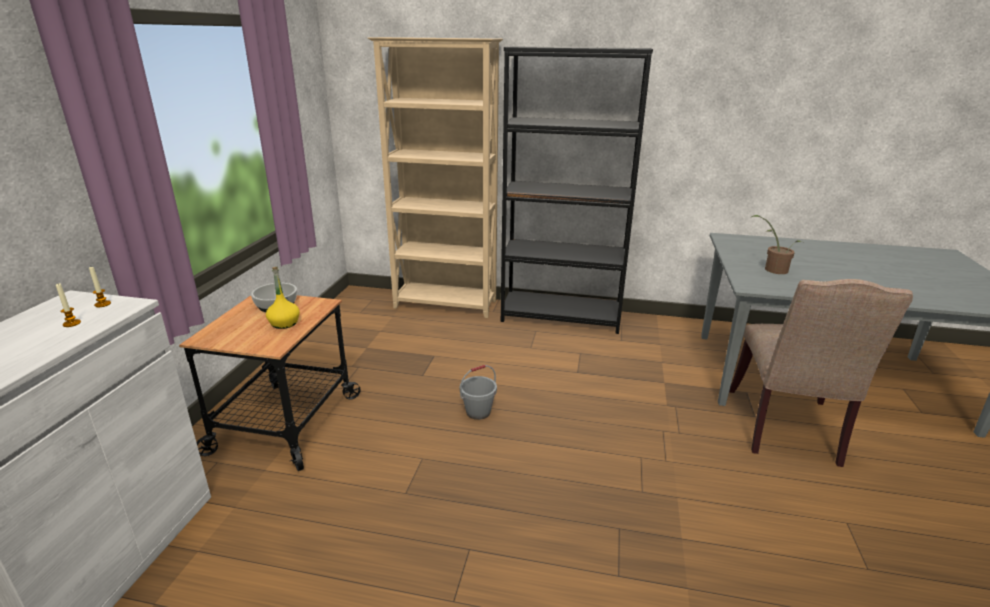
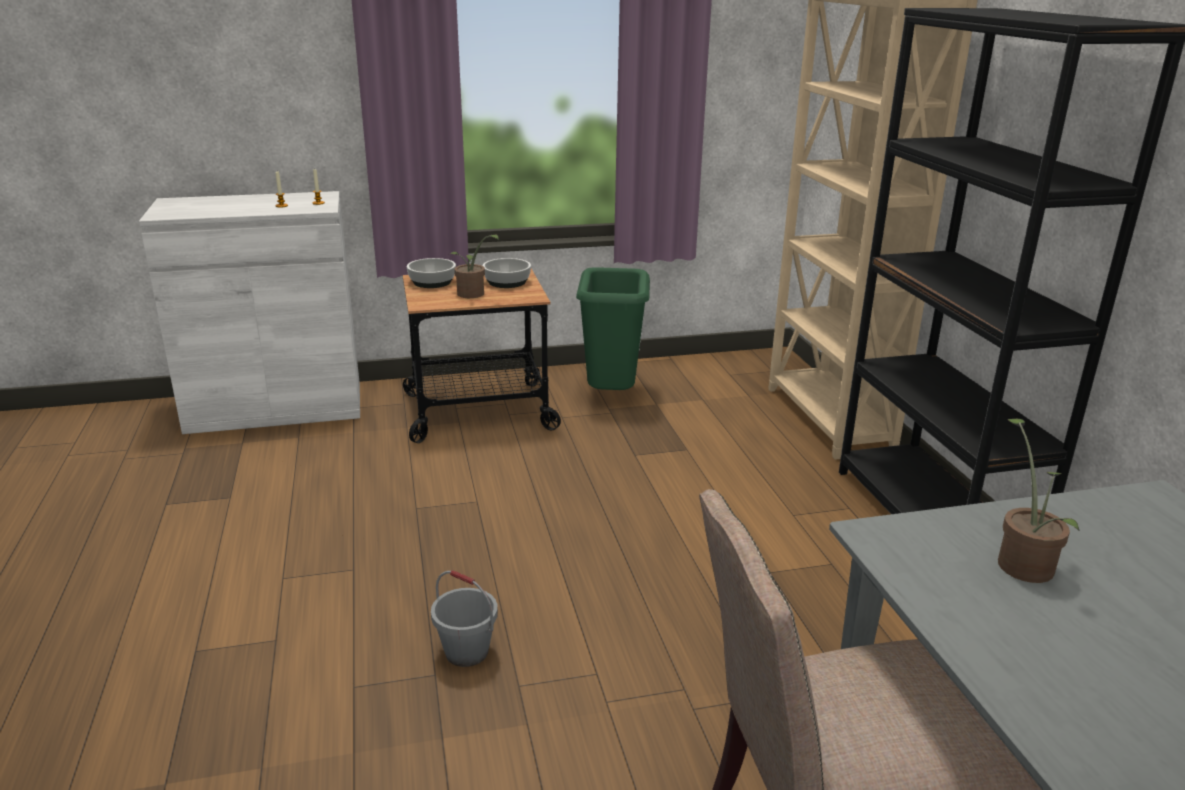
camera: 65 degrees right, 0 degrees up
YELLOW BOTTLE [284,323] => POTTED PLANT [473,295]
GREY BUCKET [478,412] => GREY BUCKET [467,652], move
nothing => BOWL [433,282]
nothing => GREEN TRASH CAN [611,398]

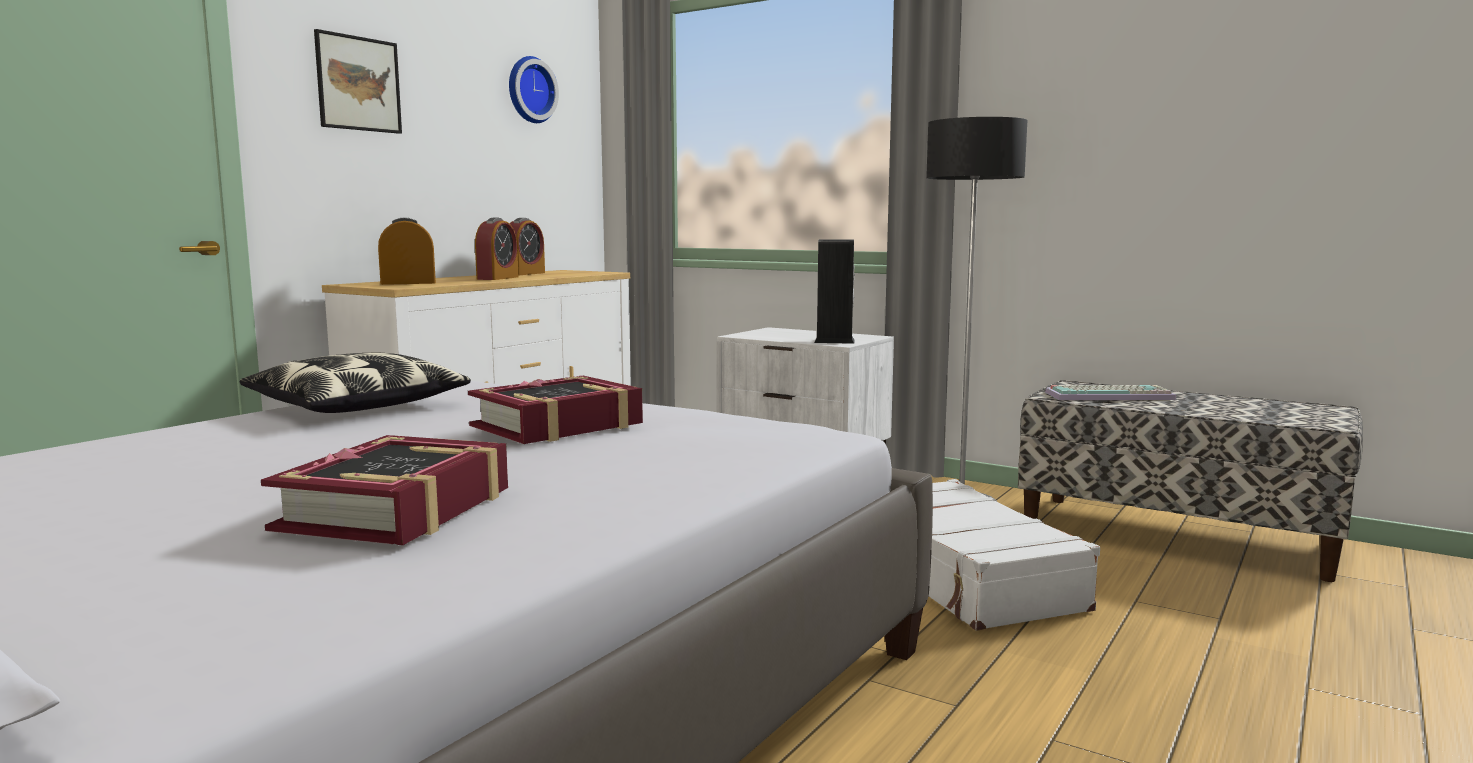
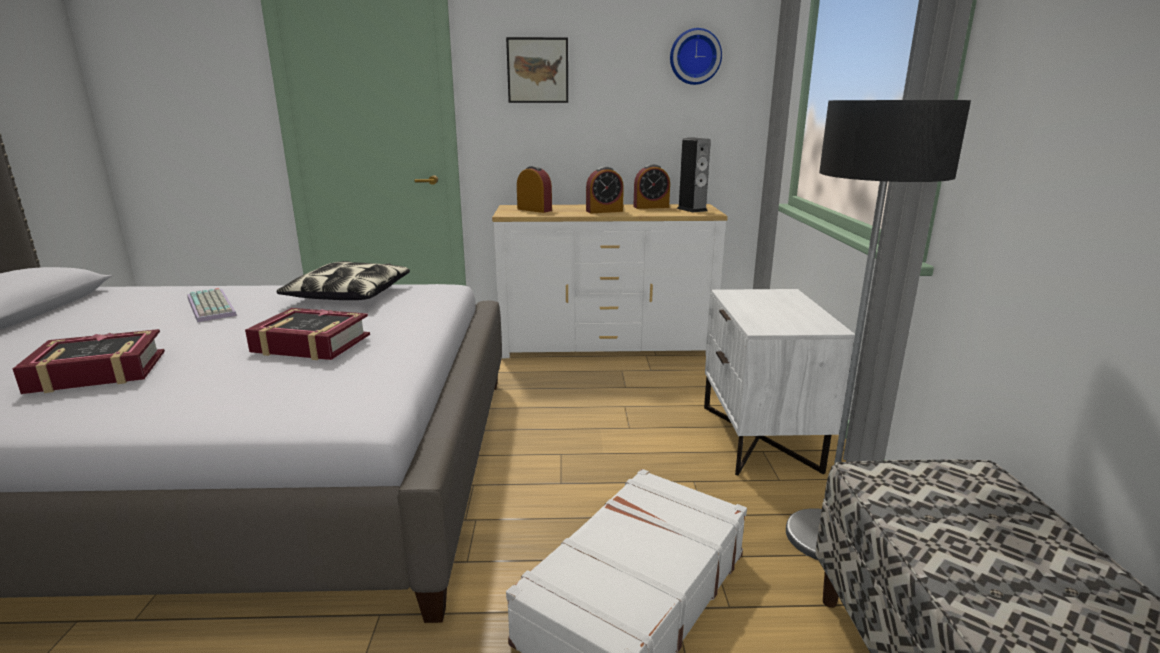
camera: 55 degrees right, 10 degrees up
SPEAKER [834,341] => SPEAKER [692,209], move
KEYBOARD [1110,395] => KEYBOARD [213,306], move

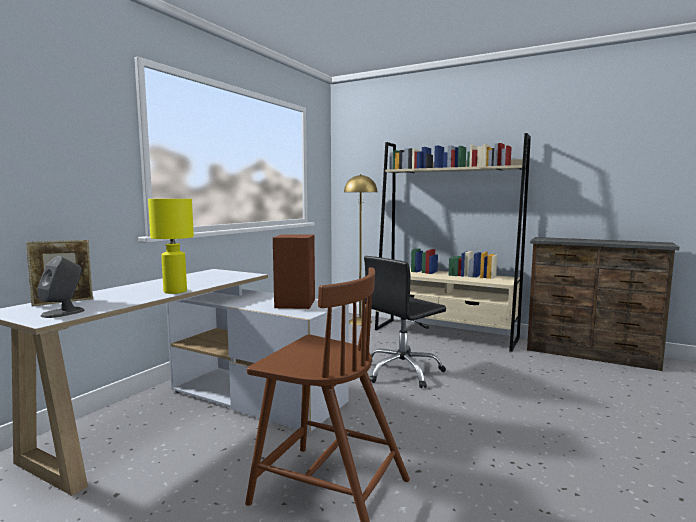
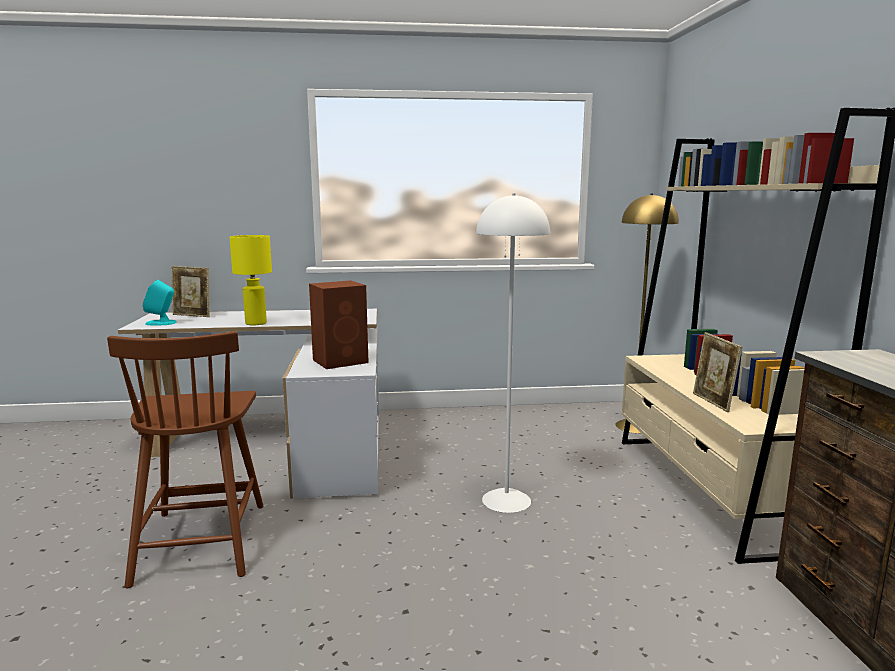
camera: 55 degrees right, 5 degrees up
GREY SPEAKER [63,313] => TURQUOISE SPEAKER [161,323]
BLACK OFFICE CHAIR [402,372] => WHITE FLOOR LAMP [506,500]
nothing => PICTURE FRAME [712,402]

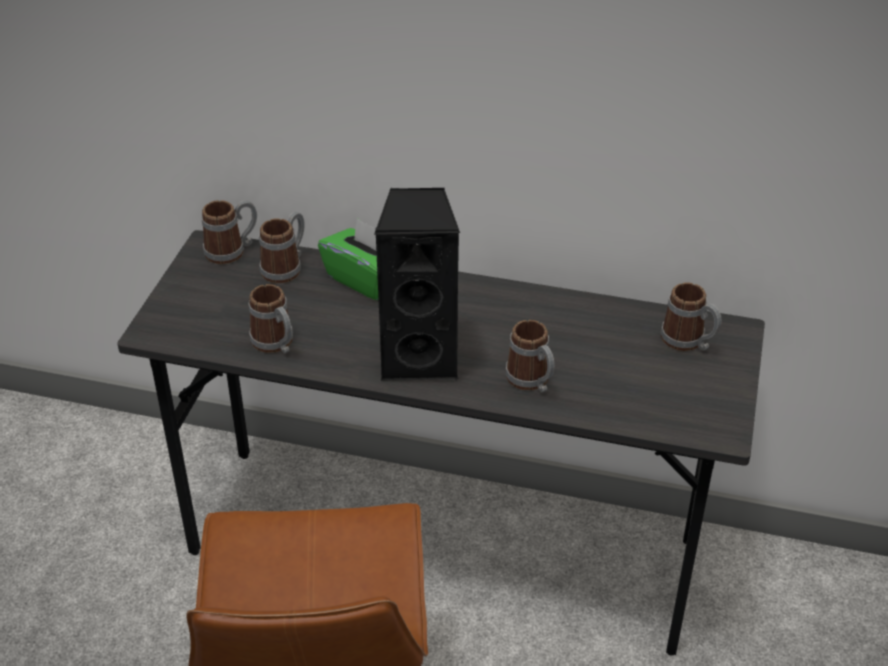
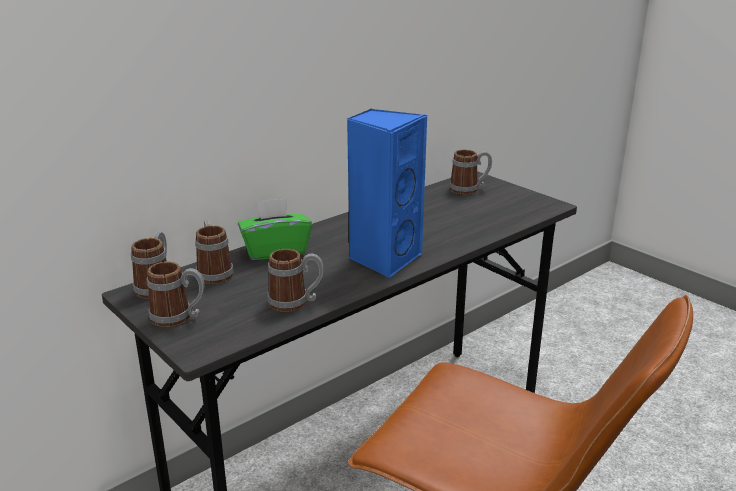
camera: 55 degrees left, 15 degrees down
BLACK SPEAKER [420,358] => BLUE SPEAKER [383,259]
MUG [532,382] => MUG [179,317], move

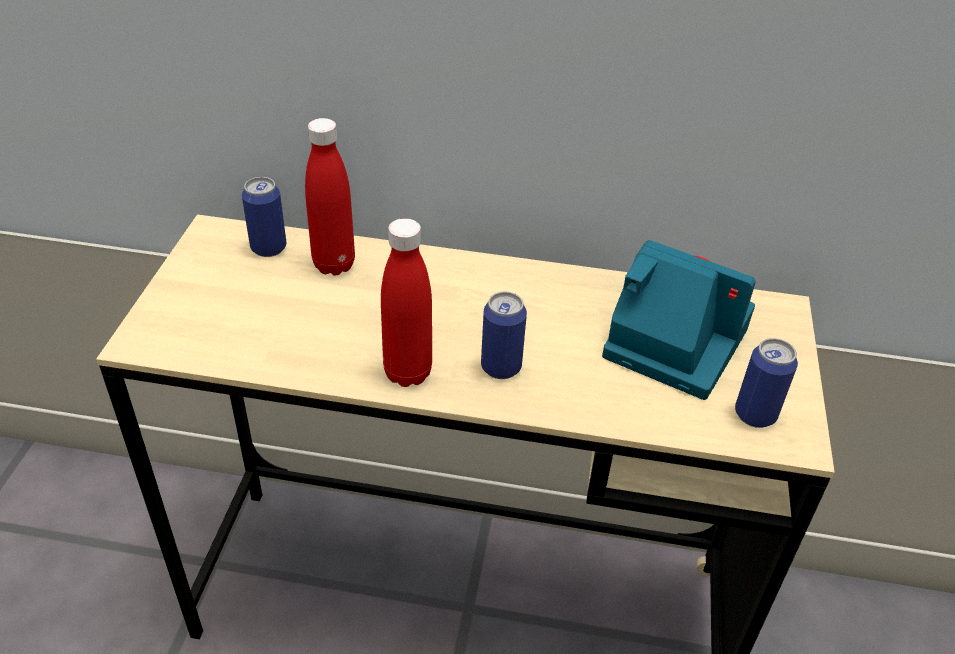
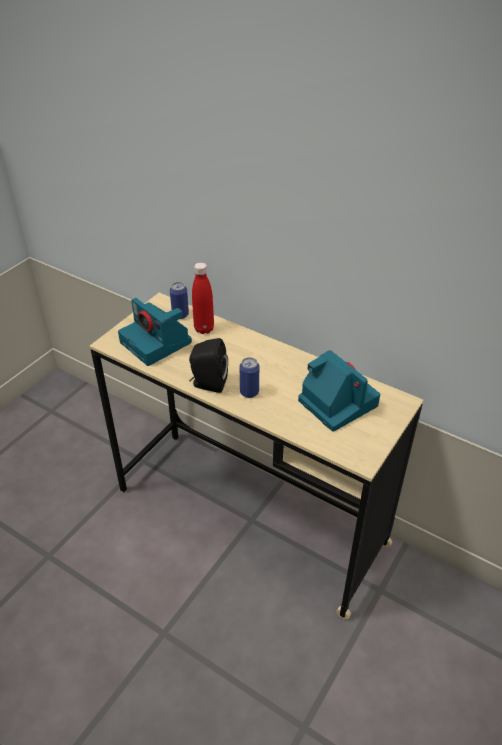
camera: 25 degrees right, 0 degrees up
RED BOTTLE [408,373] => BLACK SPEAKER [208,384]
CAN [755,414] => nothing
nothing => PHOTO CAMERA [157,343]

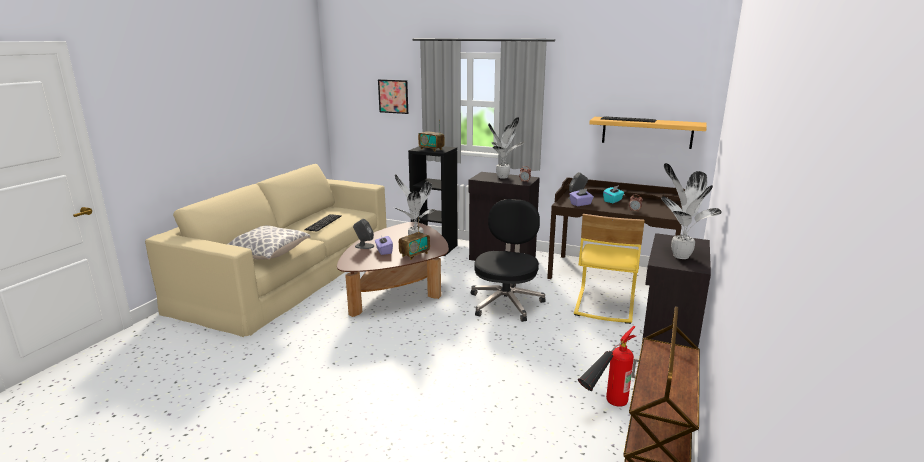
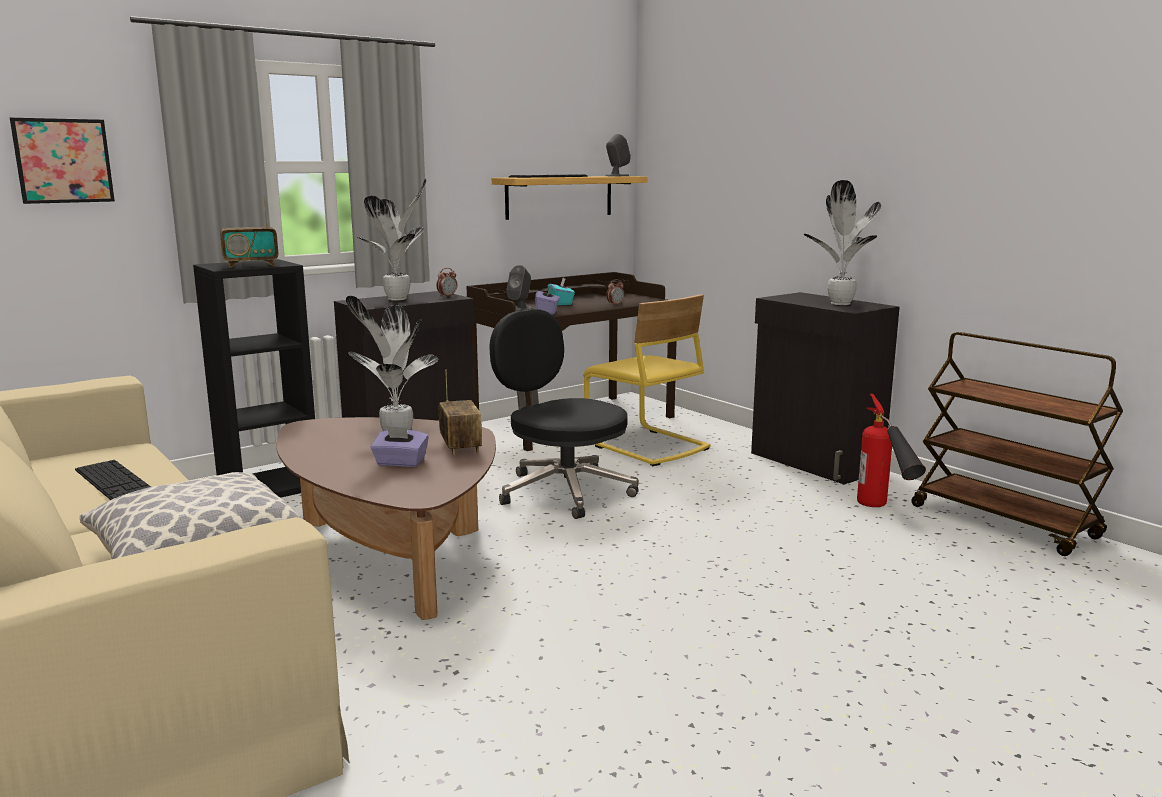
camera: 60 degrees left, 5 degrees down
GREY SPEAKER [364,246] => GREY SPEAKER [617,176], move

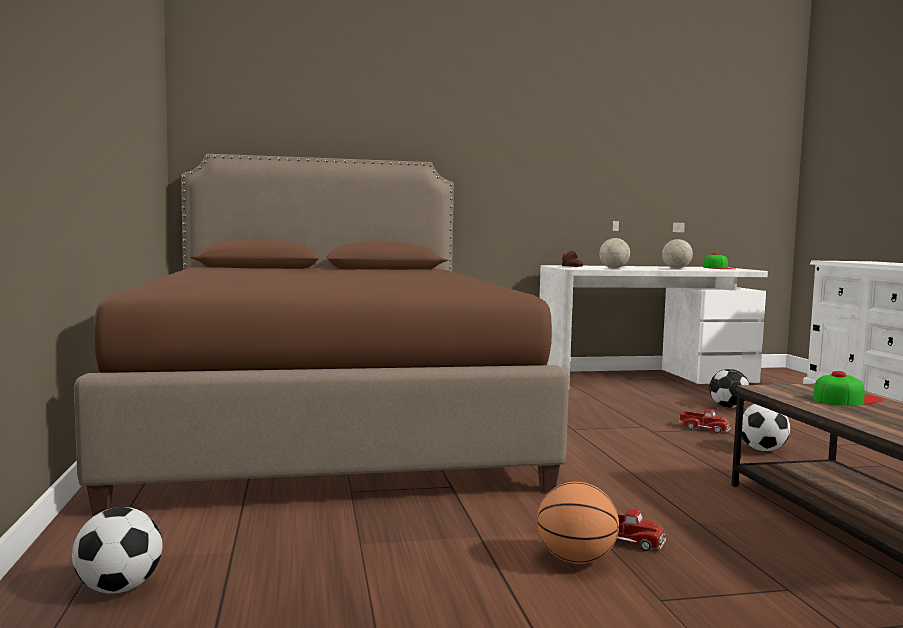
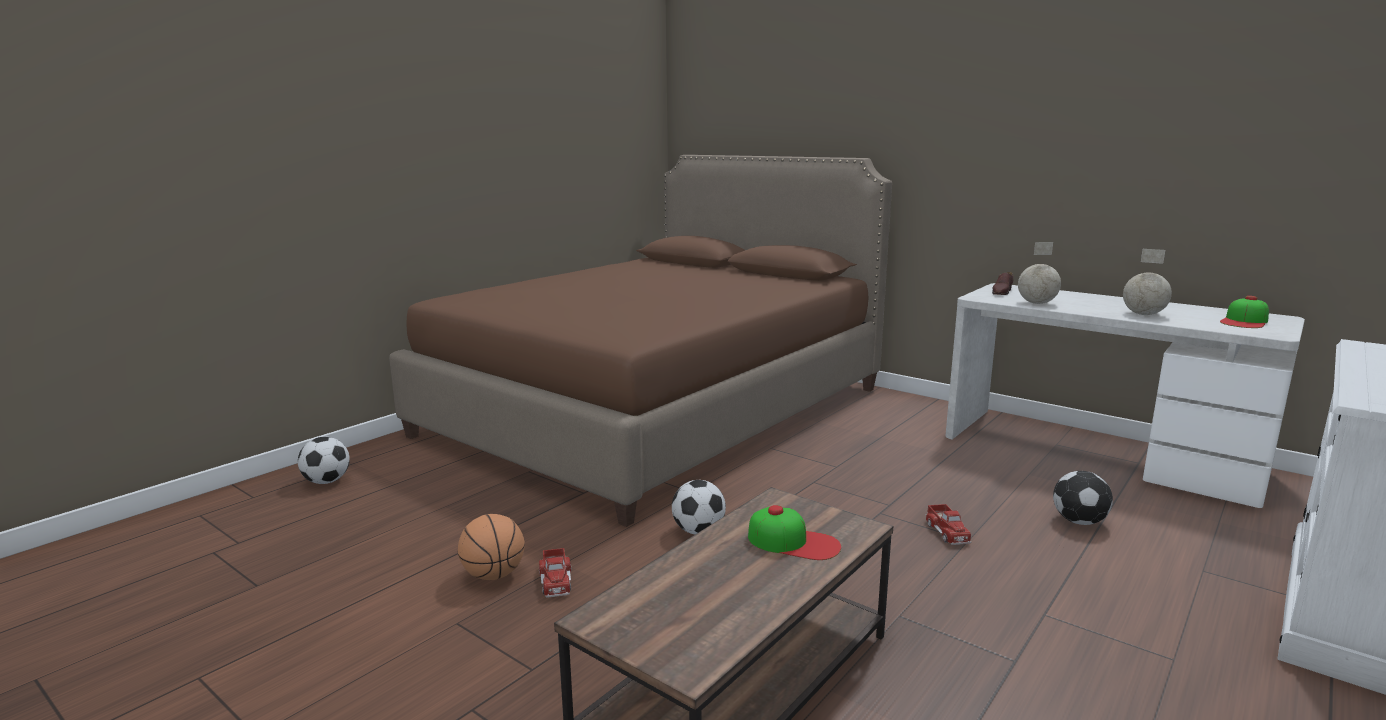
camera: 50 degrees right, 10 degrees up
FOOTBALL [762,450] => FOOTBALL [698,531], move

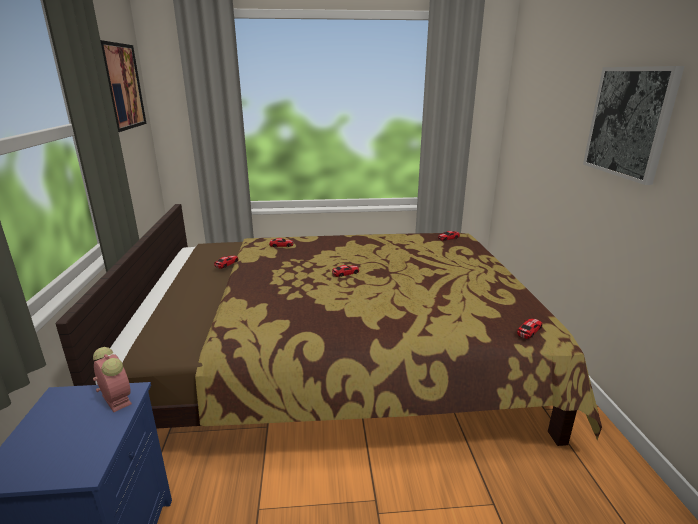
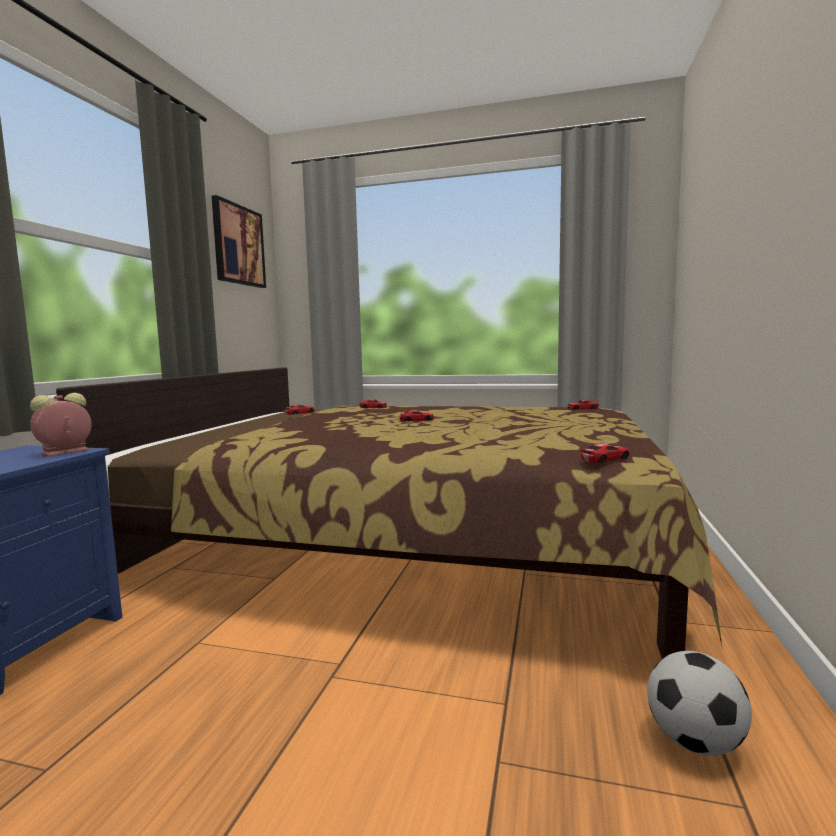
camera: 20 degrees right, 15 degrees down
ALARM CLOCK [115,399] => ALARM CLOCK [63,452], 120 degrees counterclockwise
PICTURE [629,122] => nothing
nothing => FOOTBALL [694,742]

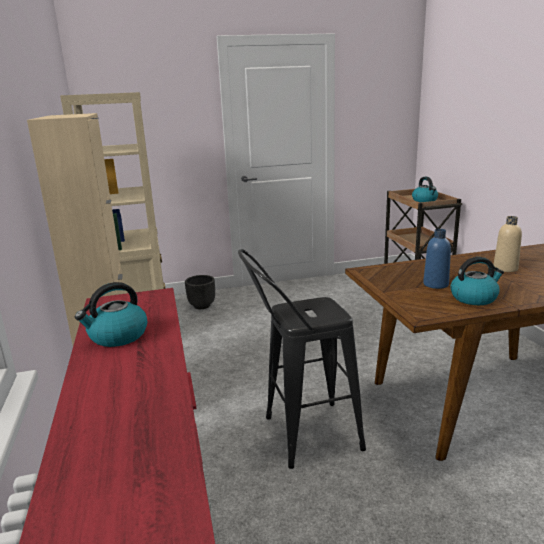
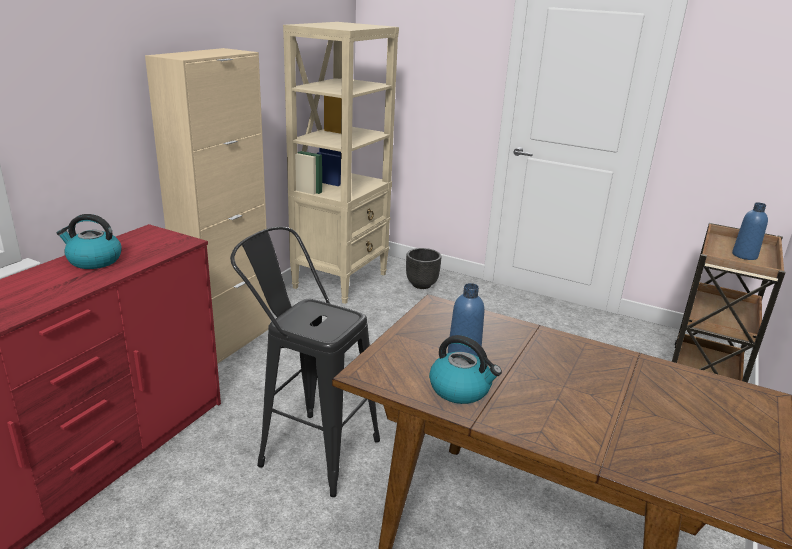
camera: 40 degrees right, 5 degrees up
KETTLE [425,200] => BLUE BOTTLE [744,255]
BEIGE BOTTLE [505,268] => nothing

